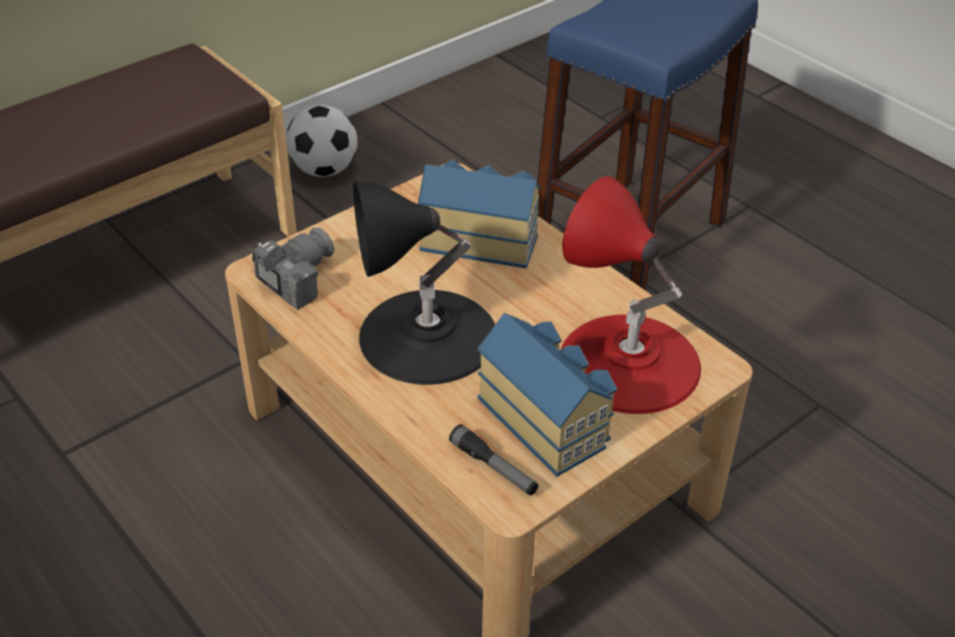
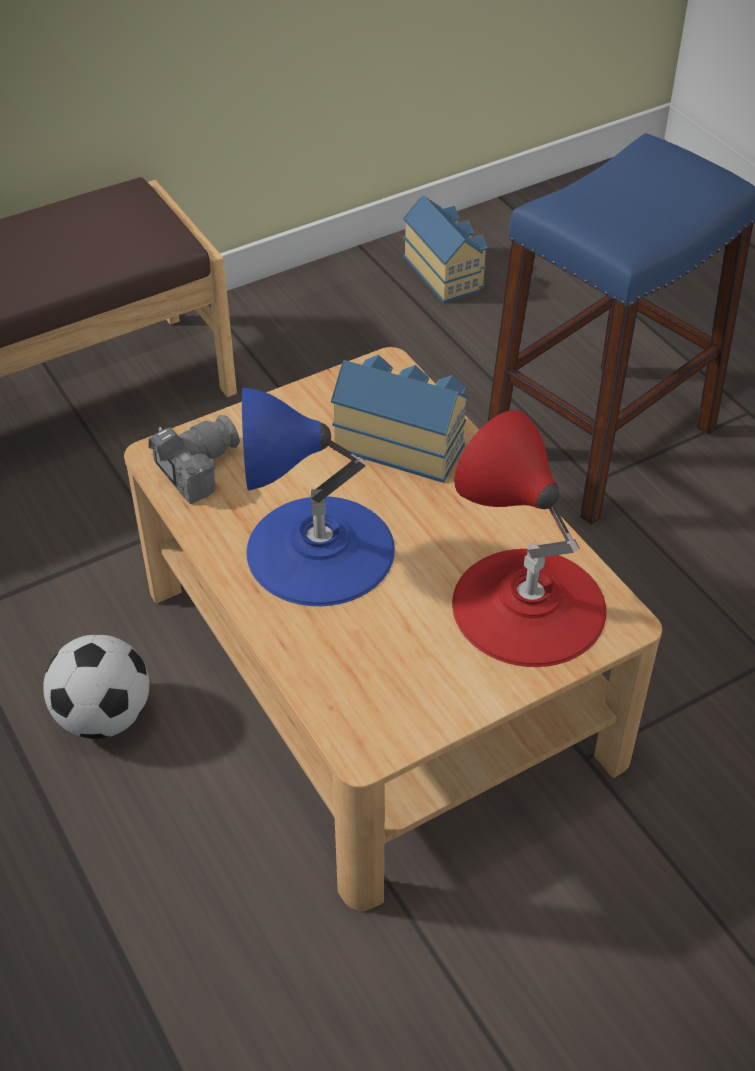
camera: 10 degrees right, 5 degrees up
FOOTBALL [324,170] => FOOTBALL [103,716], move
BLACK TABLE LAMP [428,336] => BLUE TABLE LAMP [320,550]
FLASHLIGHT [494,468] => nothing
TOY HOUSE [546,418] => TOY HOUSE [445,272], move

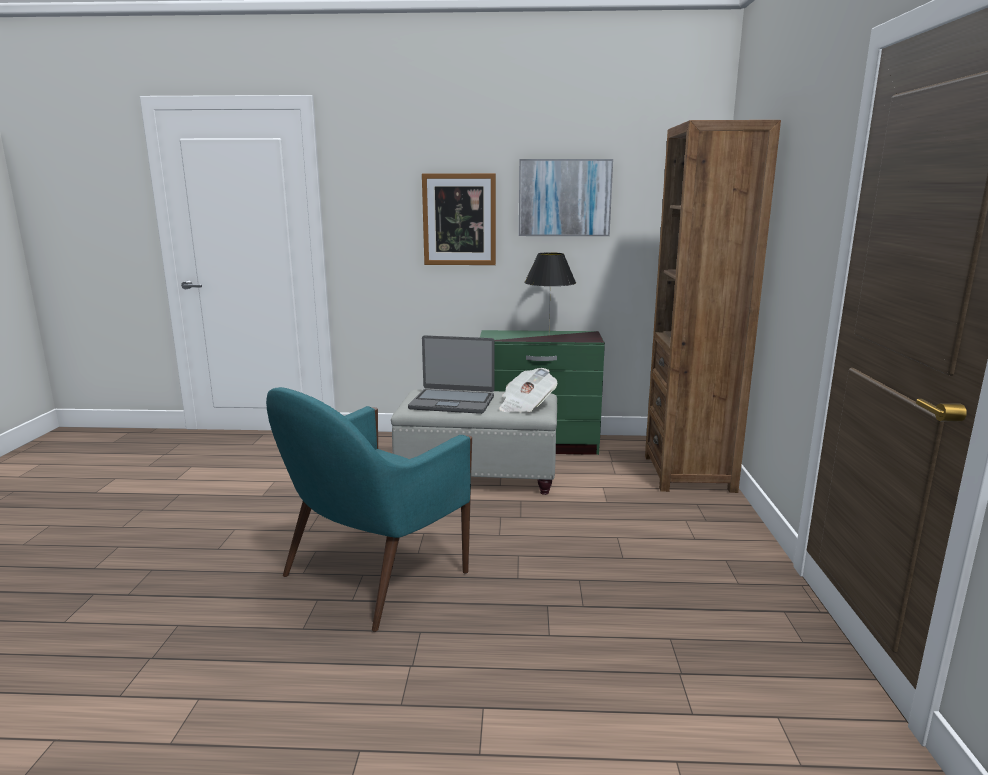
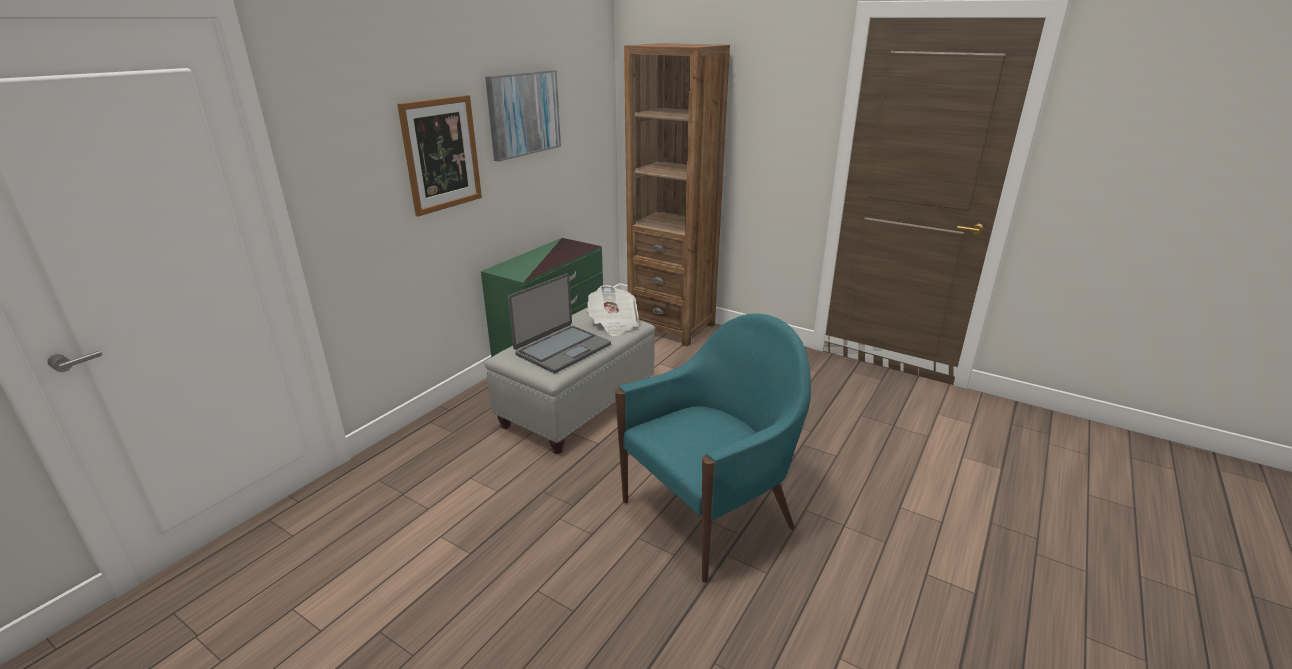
camera: 60 degrees left, 10 degrees up
TURQUOISE ARMCHAIR [372,576] => TURQUOISE ARMCHAIR [709,513], 105 degrees counterclockwise
BLACK TABLE LAMP [549,335] => nothing

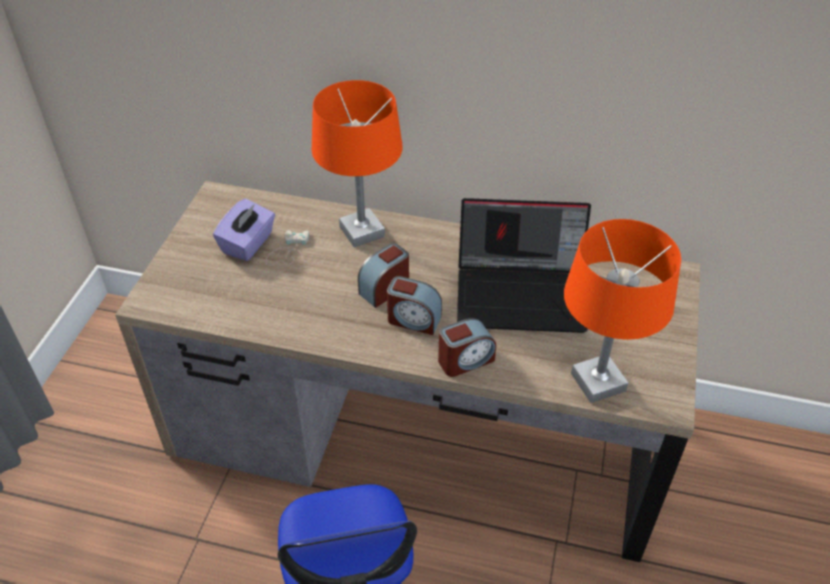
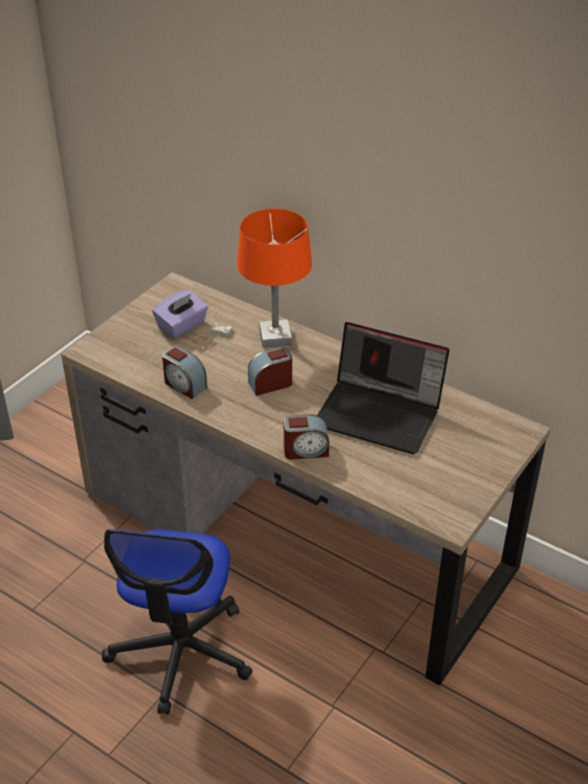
camera: 20 degrees right, 5 degrees down
ALARM CLOCK [413,320] => ALARM CLOCK [184,385], move
ORANGE TABLE LAMP [598,382] => nothing

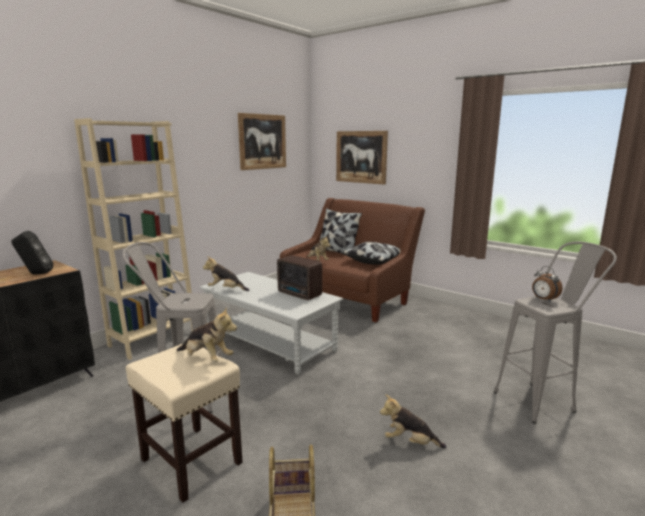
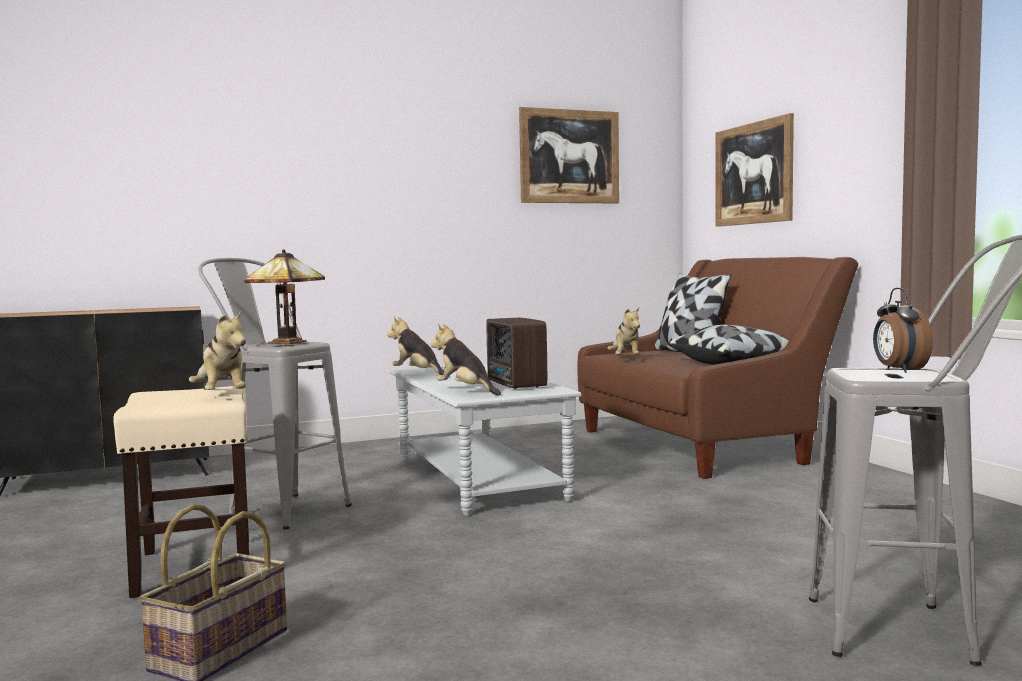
camera: 30 degrees right, 10 degrees down
BLACK SPEAKER [35,274] => nothing
BEIGE BOOKCASE [153,339] => nothing
PLUSH TOY [410,442] => PLUSH TOY [465,391], move
nothing => TABLE LAMP [290,342]

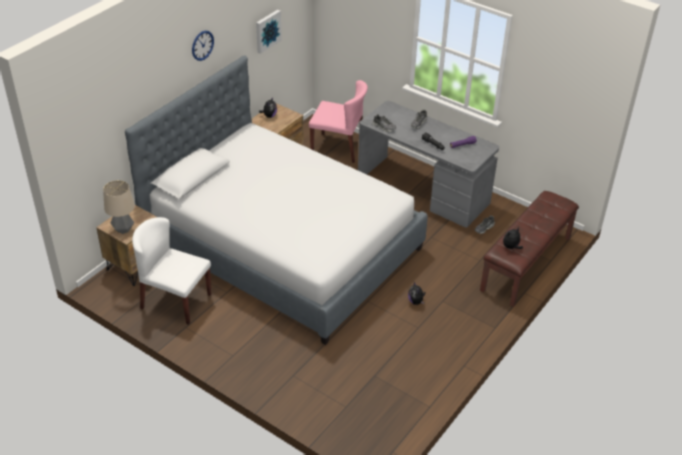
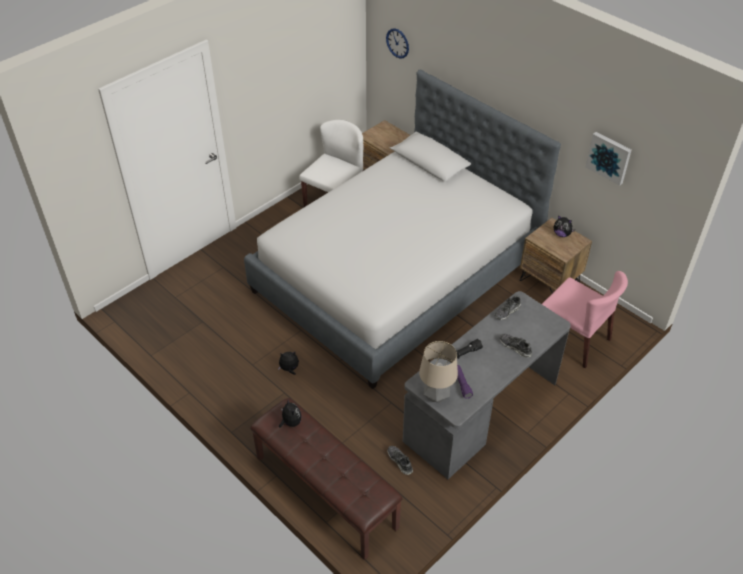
camera: 100 degrees right, 5 degrees up
TABLE LAMP [123,229] => TABLE LAMP [436,396], move
WALL CLOCK [202,45] => WALL CLOCK [397,43], move
PINK CHAIR [338,147] => PINK CHAIR [573,339], 75 degrees counterclockwise

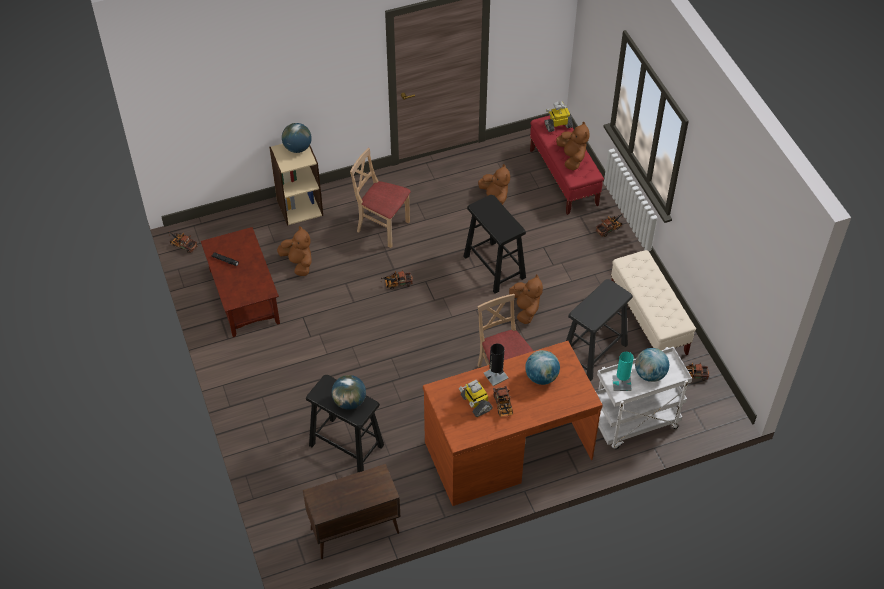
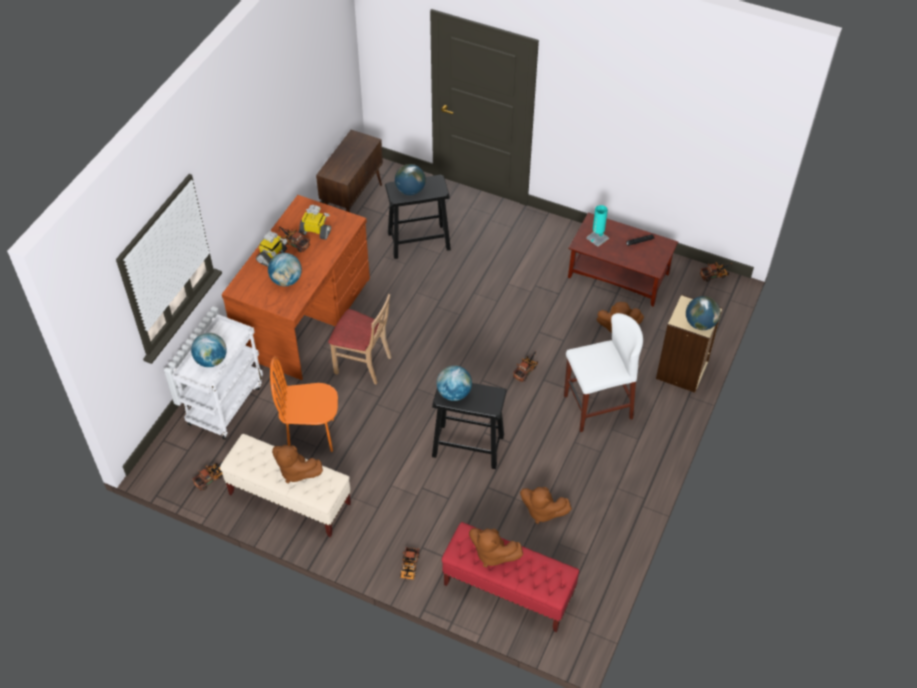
camera: 135 degrees right, 0 degrees up
BEIGE CHAIR [383,227] => WHITE STOOL [597,407]
BLACK TABLE LAMP [495,375] => nothing
BROWN PLUSH TOY [525,309] => BROWN PLUSH TOY [296,471], move
TOY ROBOT [558,125] => TOY ROBOT [272,256], move
BLACK STOOL [593,352] => ORANGE CHAIR [311,435]
TURQUOISE TABLE LAMP [621,383] => TURQUOISE TABLE LAMP [597,238], move
nothing => GLOBE [454,393]

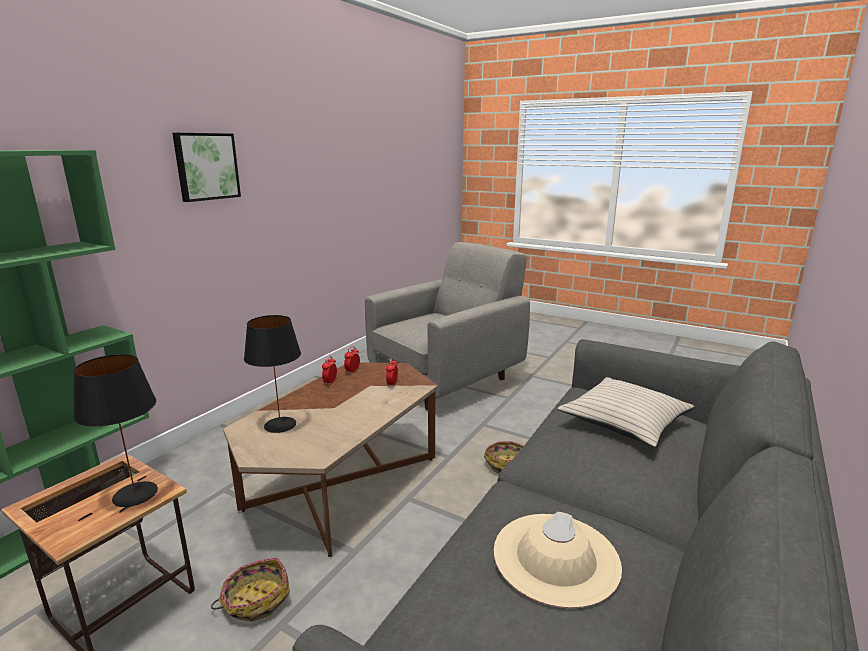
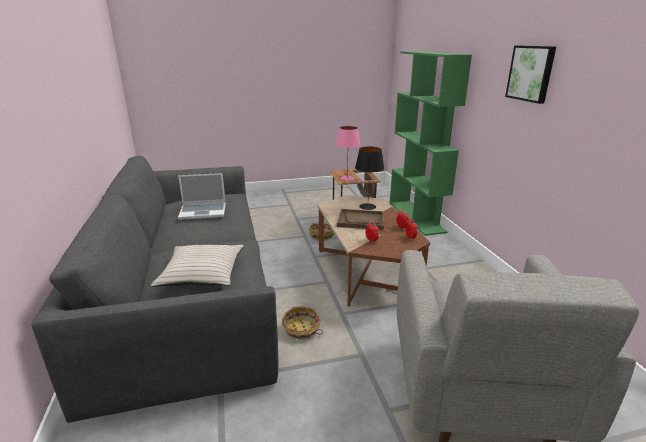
camera: 135 degrees right, 5 degrees up
BLACK TABLE LAMP [135,494] => PINK TABLE LAMP [346,178]
BEIGE HAT [555,558] => LAPTOP [203,211]
nothing => BROWN TRAY [361,221]

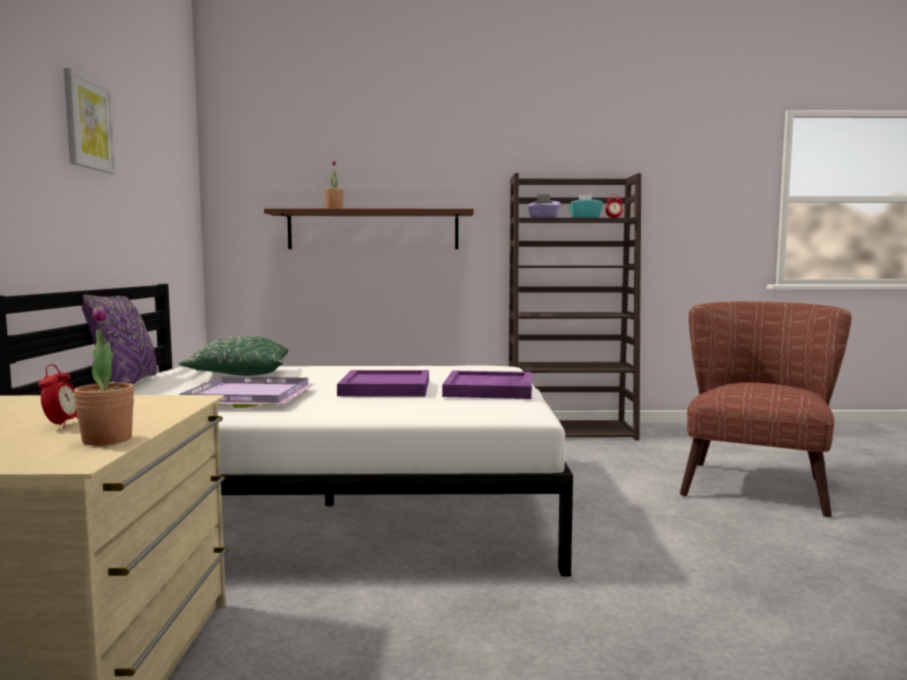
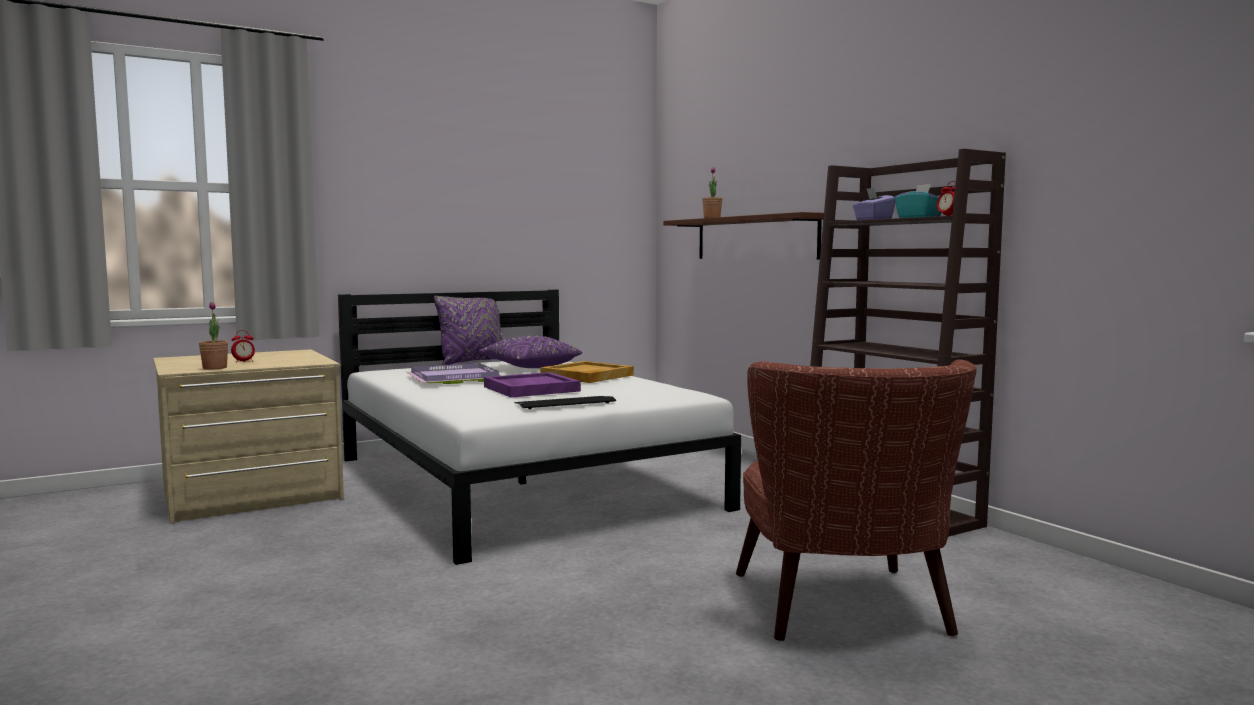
camera: 60 degrees right, 0 degrees up
PICTURE [88,124] => nothing
GREEN PILLOW [239,374] => PURPLE PILLOW [530,366]
PURPLE TRAY [489,389] => KEYBOARD [564,403]
BROWN ARMCHAIR [756,482] => BROWN ARMCHAIR [846,614], 90 degrees clockwise
nothing => BEIGE TRAY [587,376]

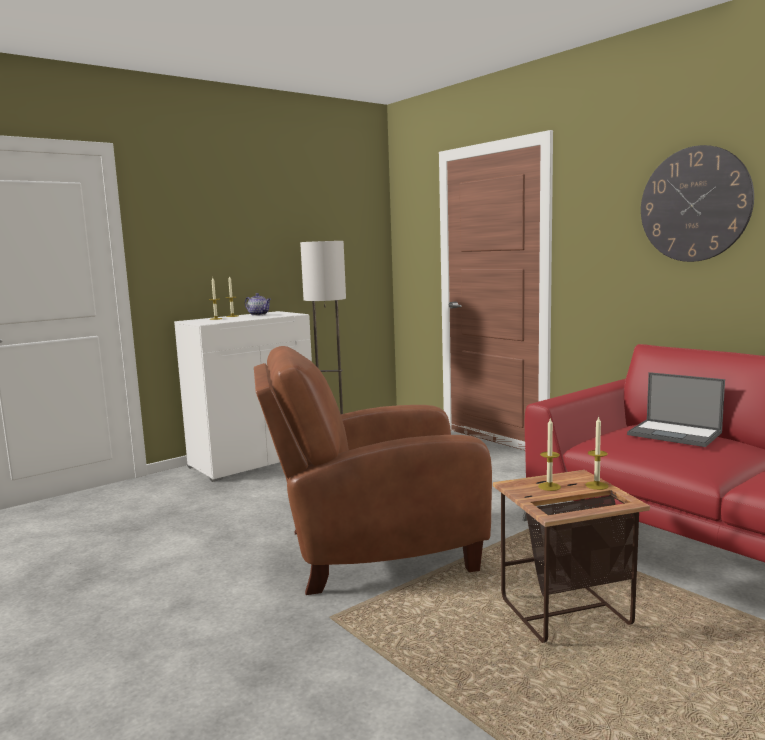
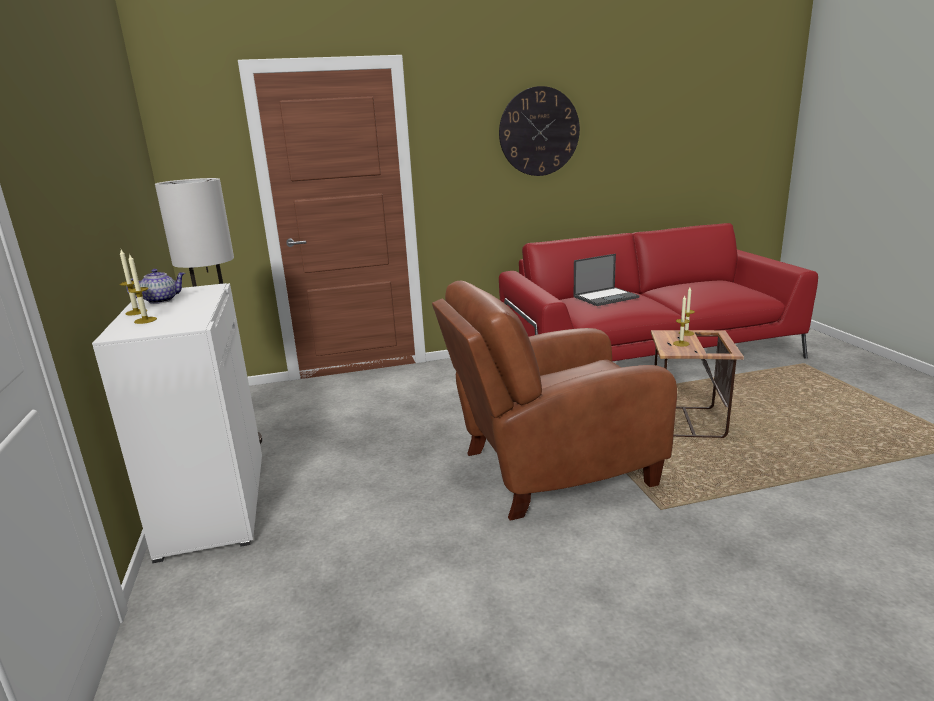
camera: 65 degrees left, 10 degrees up
BROWN ARMCHAIR [372,551] => BROWN ARMCHAIR [550,470], 60 degrees clockwise

